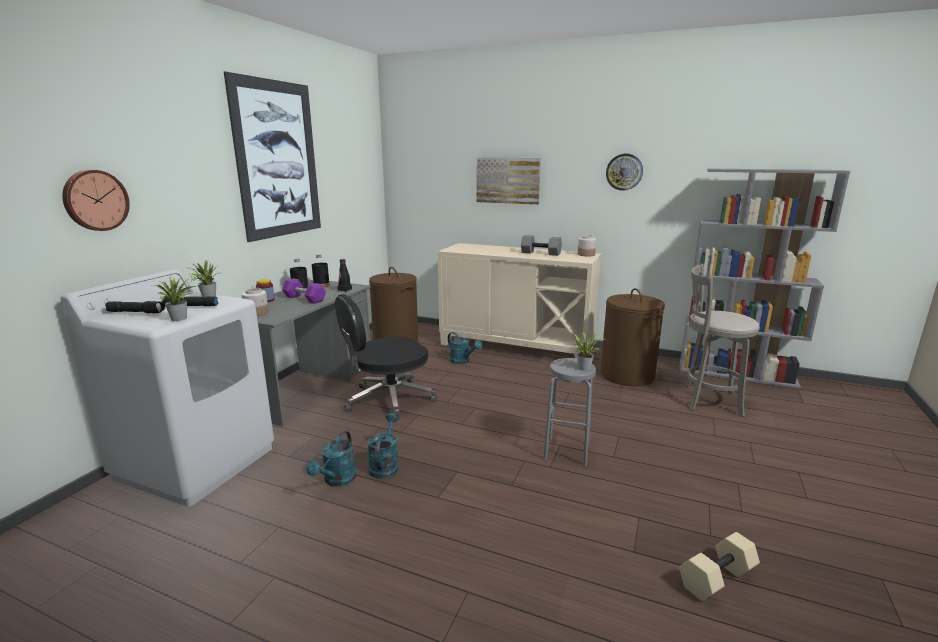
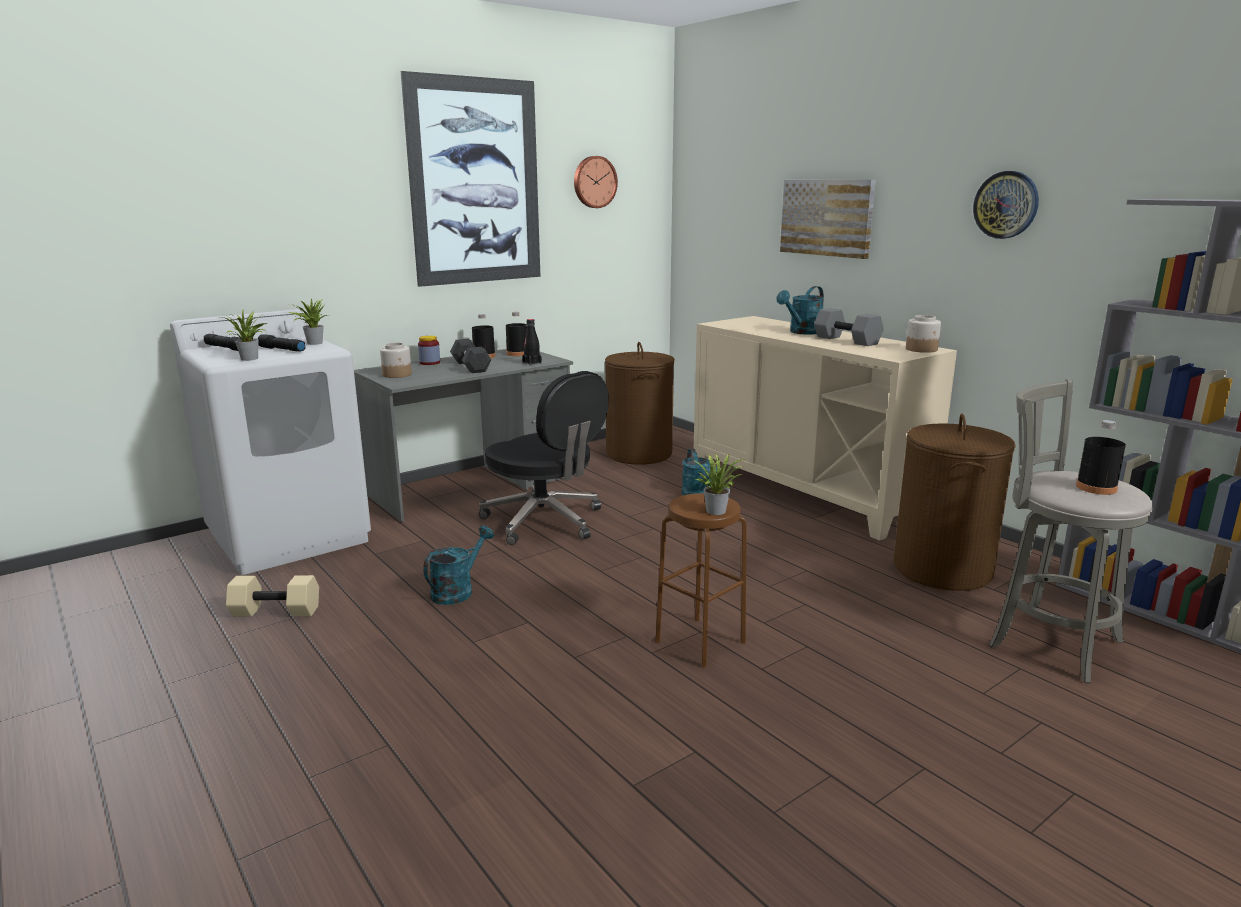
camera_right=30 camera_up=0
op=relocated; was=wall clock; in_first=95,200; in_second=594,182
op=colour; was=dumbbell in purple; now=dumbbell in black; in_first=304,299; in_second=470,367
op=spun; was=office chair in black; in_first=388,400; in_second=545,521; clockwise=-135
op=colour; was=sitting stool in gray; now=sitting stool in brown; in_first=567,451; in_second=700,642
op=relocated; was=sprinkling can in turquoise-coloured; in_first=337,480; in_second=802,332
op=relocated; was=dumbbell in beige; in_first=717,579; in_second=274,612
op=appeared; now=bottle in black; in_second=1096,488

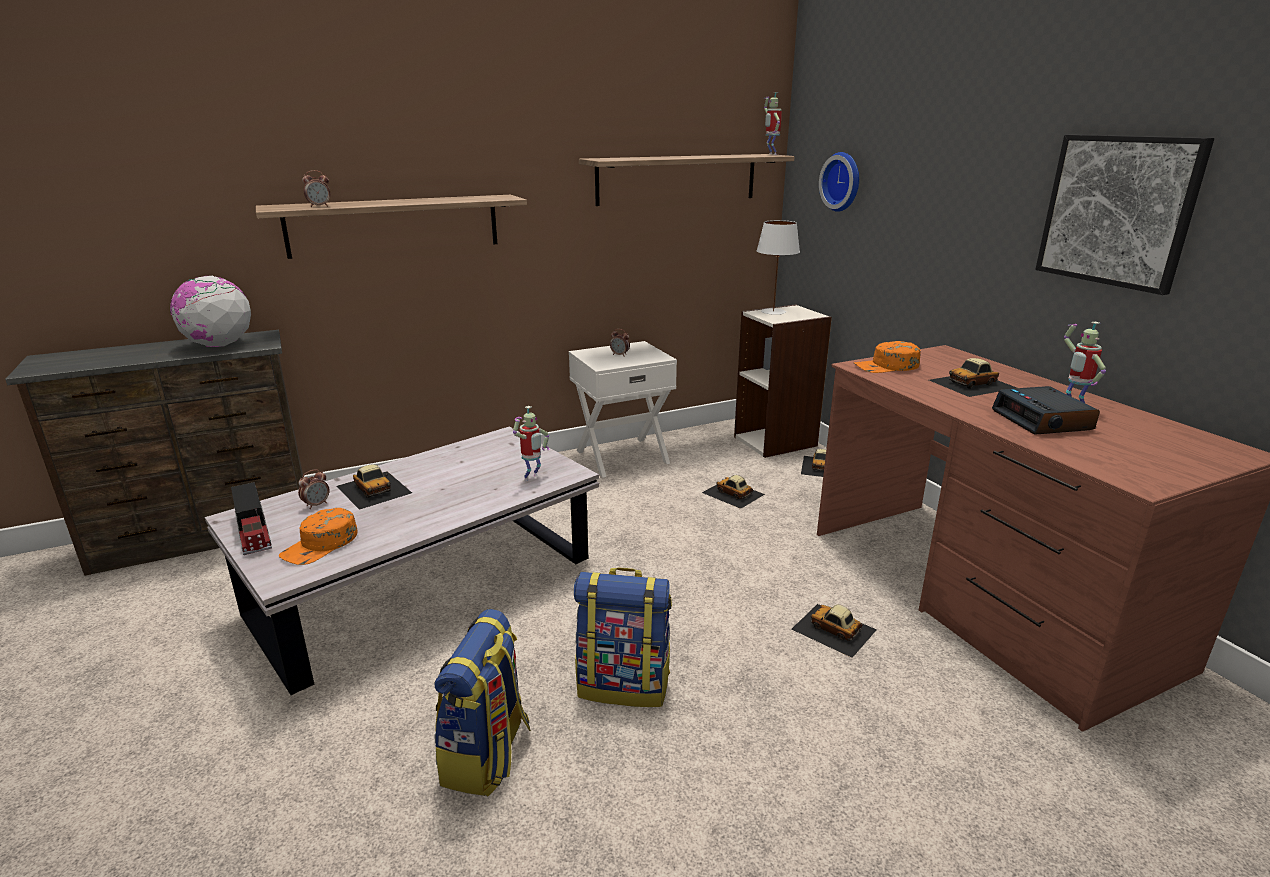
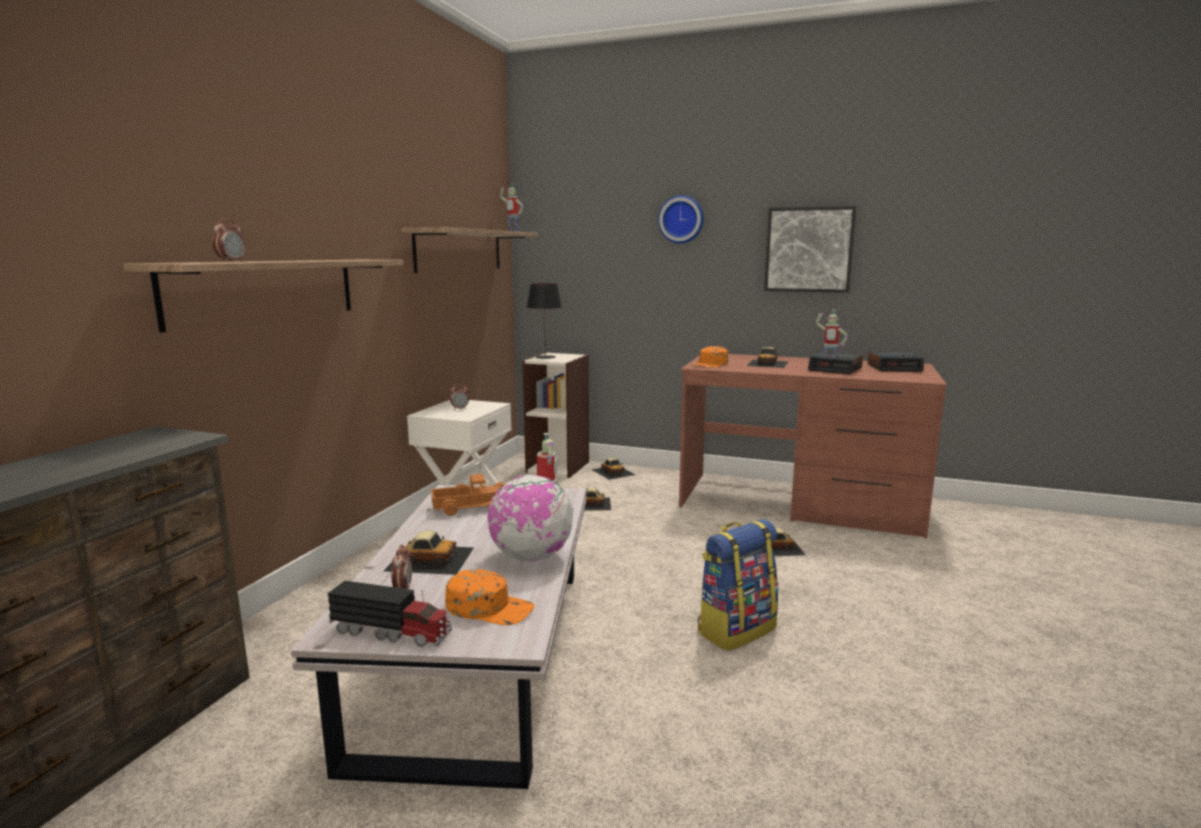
camera_right=-45 camera_up=-10
op=relocated; was=wall clock; in_first=843,181; in_second=681,219
op=colour; was=lamp for a table in white-coloured; now=lamp for a table in black; in_first=773,311; in_second=544,357
op=relocated; was=globe; in_first=219,345; in_second=531,557
op=spun; was=cap in orange; in_first=320,545; in_second=490,607; clockwise=-60
op=missing; was=knapsack; in_first=487,755
op=appeared; now=alarm clock; in_second=894,368
op=appeared; now=toy lorry; in_second=473,506

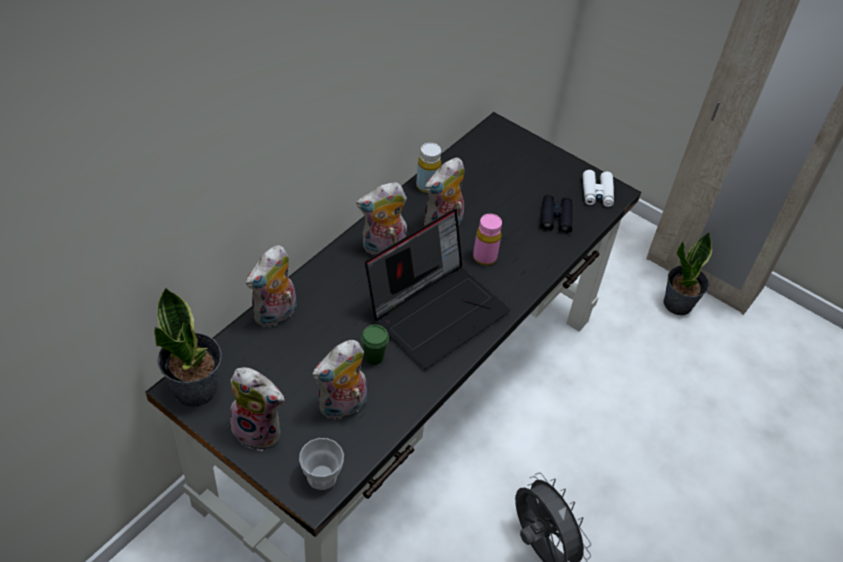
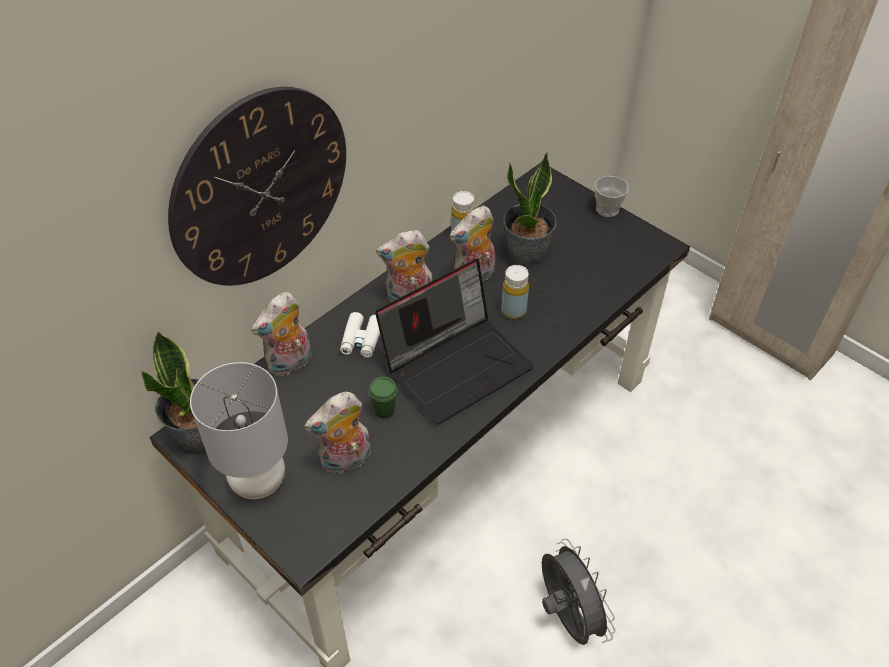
camera_right=10 camera_up=0
op=relocated; was=pair of binoculars in white-coloured; in_first=597,193; in_second=361,339
op=missing; was=pair of binoculars in black; in_first=555,218
op=colour; was=bottle in pink; now=bottle in yellow-coloured; in_first=484,257; in_second=513,311
op=relocated; was=houseplant; in_first=678,304; in_second=526,255
op=exchanged; was=plush toy; now=lamp for a table in gray; in_first=260,430; in_second=257,481
op=relocated; was=cup; in_first=322,476; in_second=607,209
op=appeared; now=wall clock; in_second=261,189

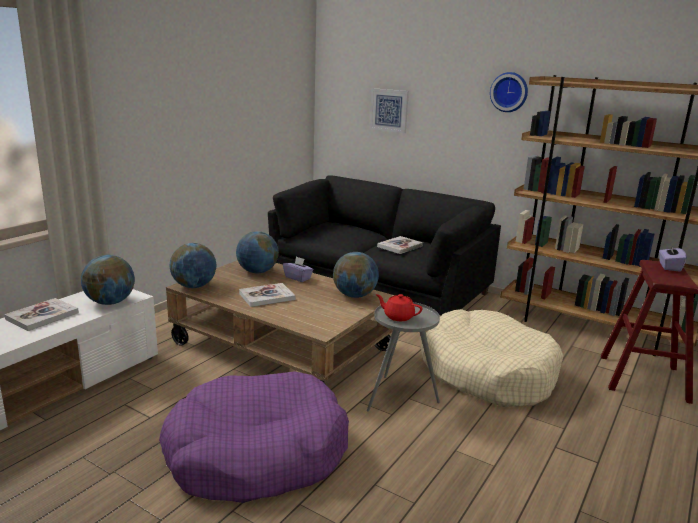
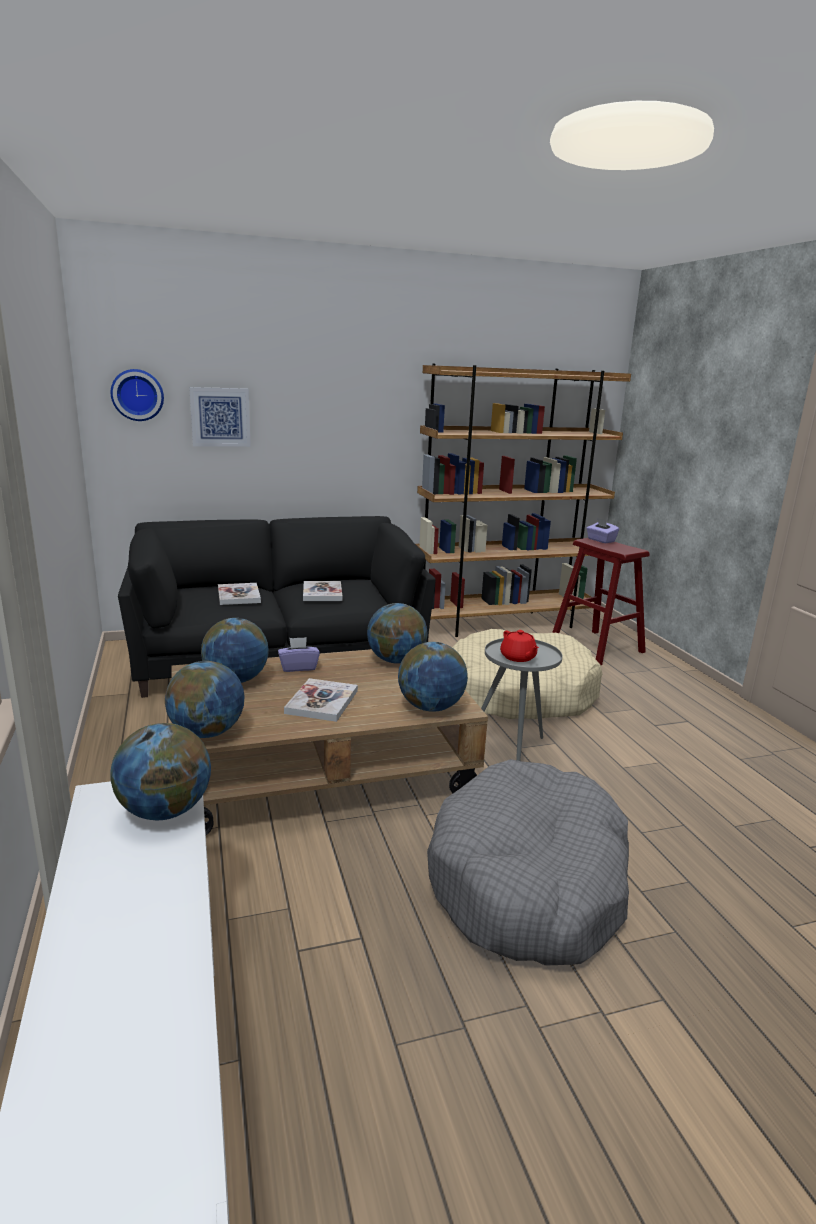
camera_right=-50 camera_up=0
op=relocated; was=wall clock; in_first=509,92; in_second=137,395
op=spun; was=tea pot in reddish; in_first=398,316; in_second=518,657; clockwise=-90
op=relocated; was=volume; in_first=42,316; in_second=239,595
op=colour; was=pet bed in purple; now=pet bed in gray; in_first=256,453; in_second=529,882
op=appeared; now=globe; in_second=431,707

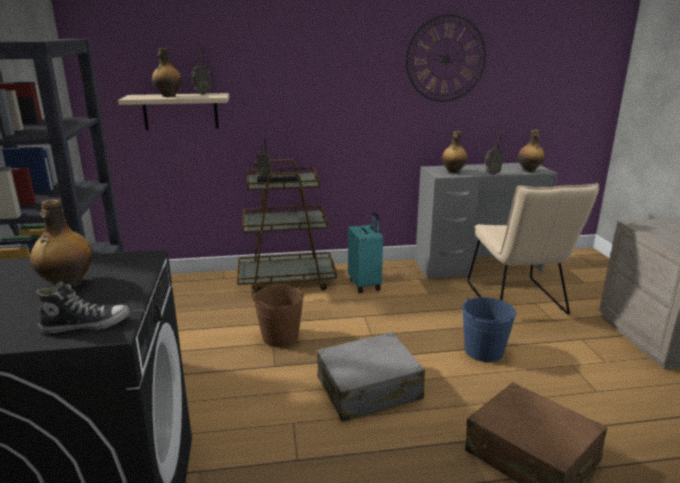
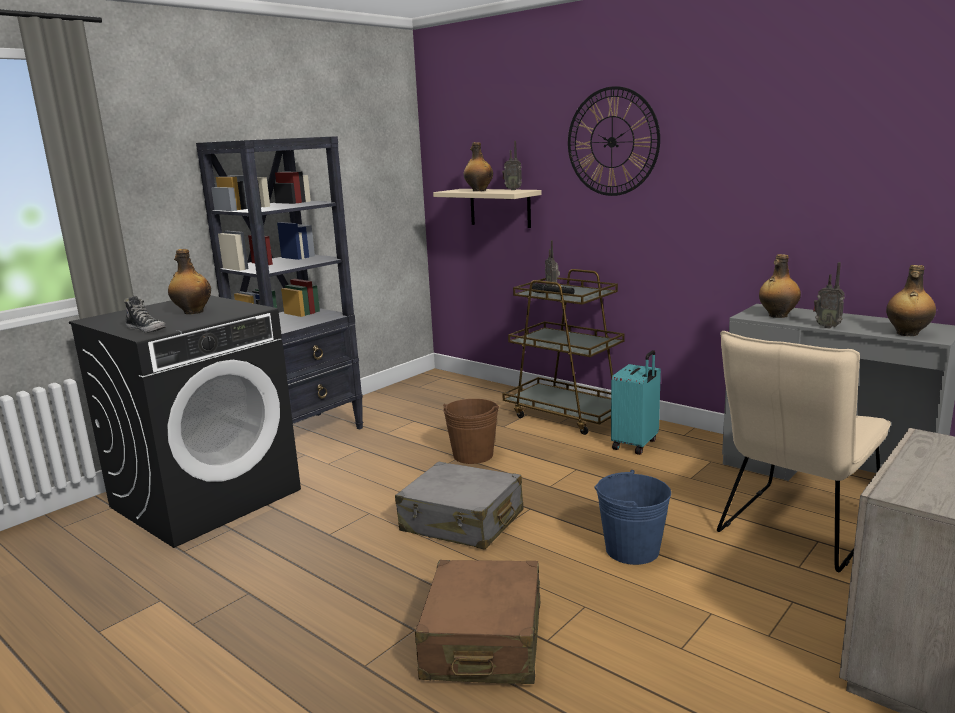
camera_right=50 camera_up=-5
op=relocated; was=wall clock; in_first=446,59; in_second=612,142

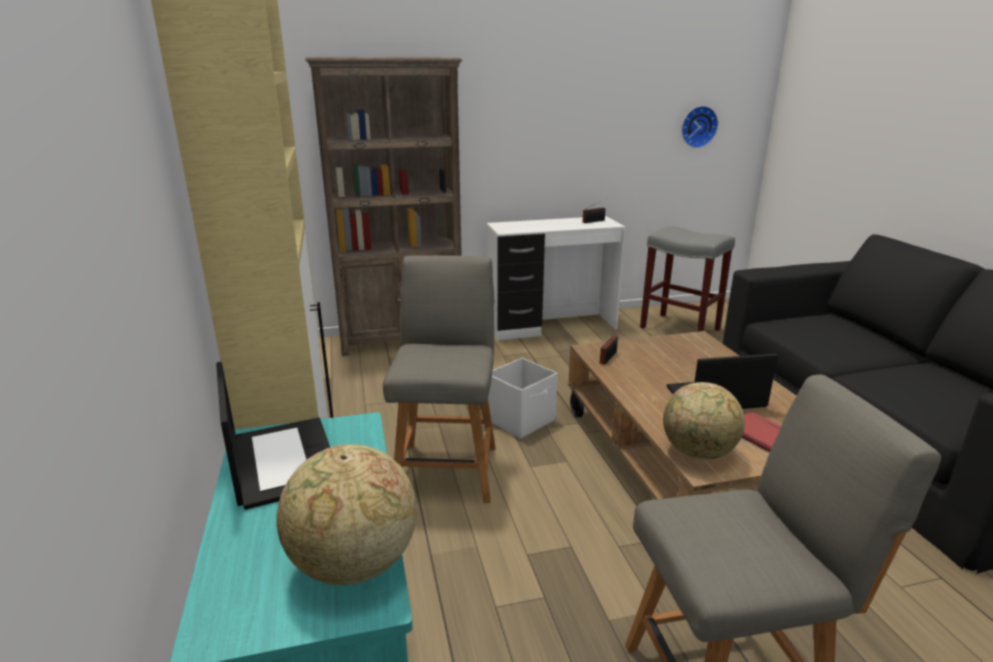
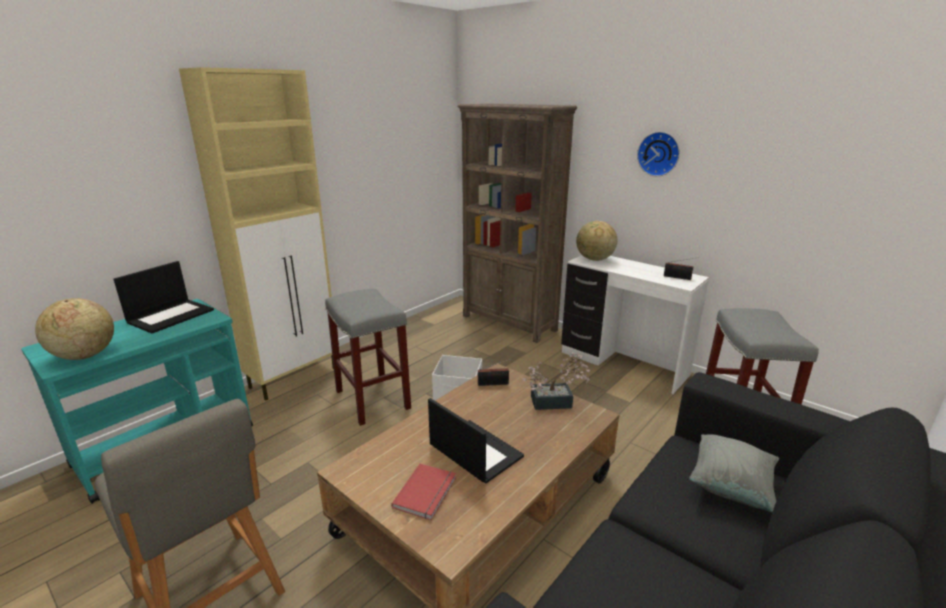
camera_right=55 camera_up=0
op=relocated; was=wall clock; in_first=698,126; in_second=659,154
op=exchanged; was=upright chair in gray; now=sitting stool in gray; in_first=447,468; in_second=373,400
op=relocated; was=globe; in_first=698,453; in_second=594,259
op=appeared; now=houseplant; in_second=556,402
op=appeared; now=cushion in gray; in_second=730,487

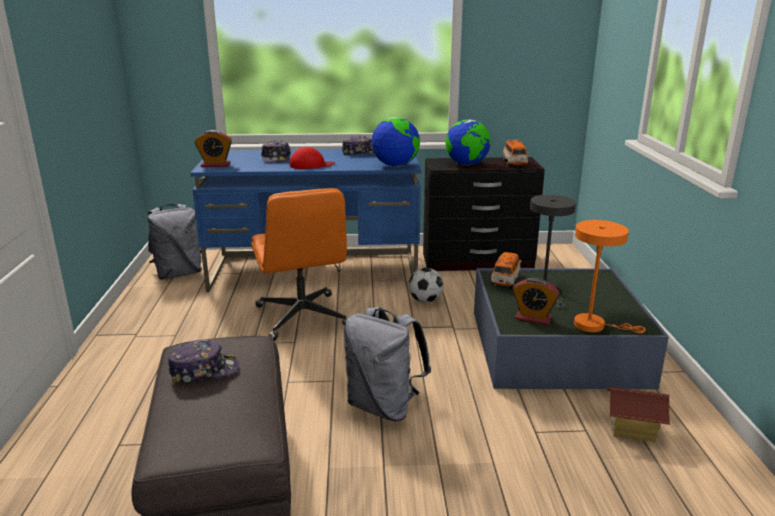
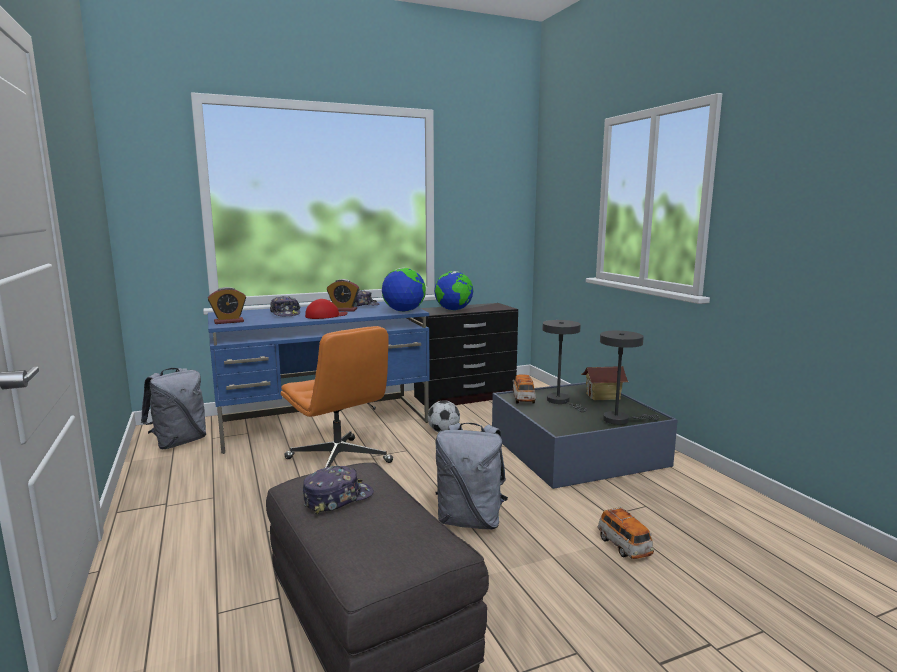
camera_right=-20 camera_up=-10
op=relocated; was=model car; in_first=514,164; in_second=624,546
op=colour; was=lamp for a table in orange; now=lamp for a table in gray; in_first=594,325; in_second=620,419
op=relocated; was=alarm clock; in_first=533,318; in_second=343,310
op=relocated; was=miniature house; in_first=632,429; in_second=603,396

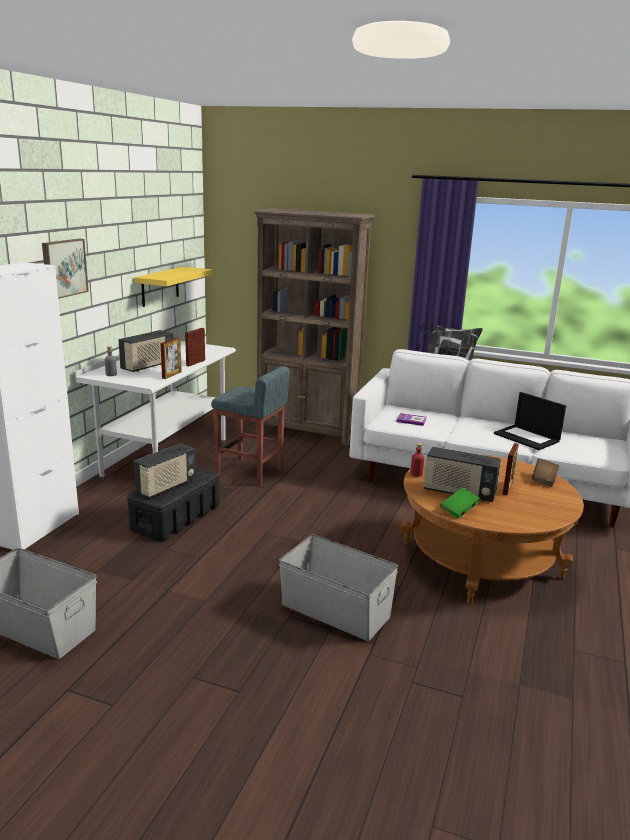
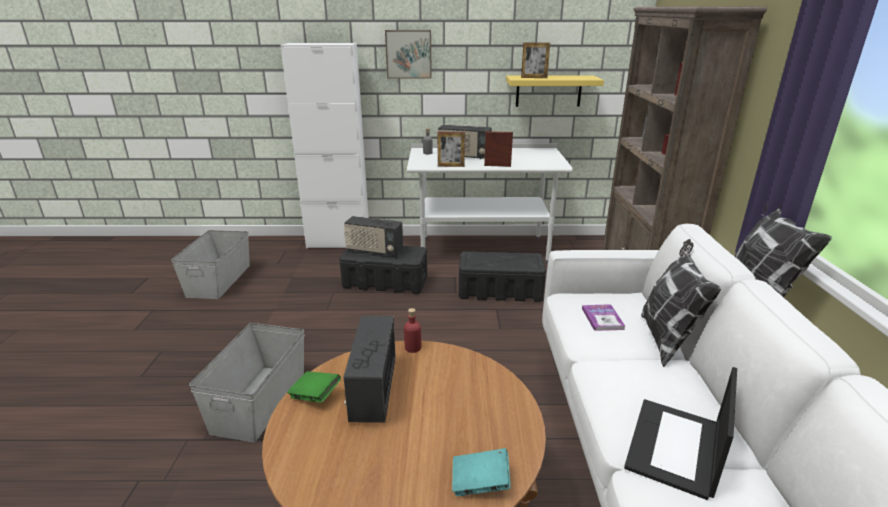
camera_right=70 camera_up=5
op=exchanged; was=sitting stool in gray; now=storage container in black; in_first=250,472; in_second=499,291
op=relocated; was=standing frame; in_first=507,488; in_second=534,77
op=colour; was=volume in brown; now=volume in turquoise-coloured; in_first=544,479; in_second=480,483
op=appeared; now=cushion; in_second=666,339

